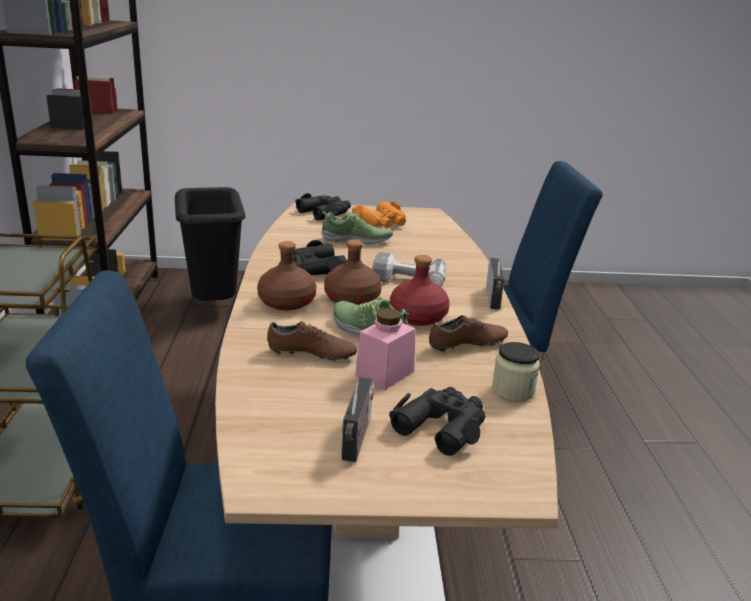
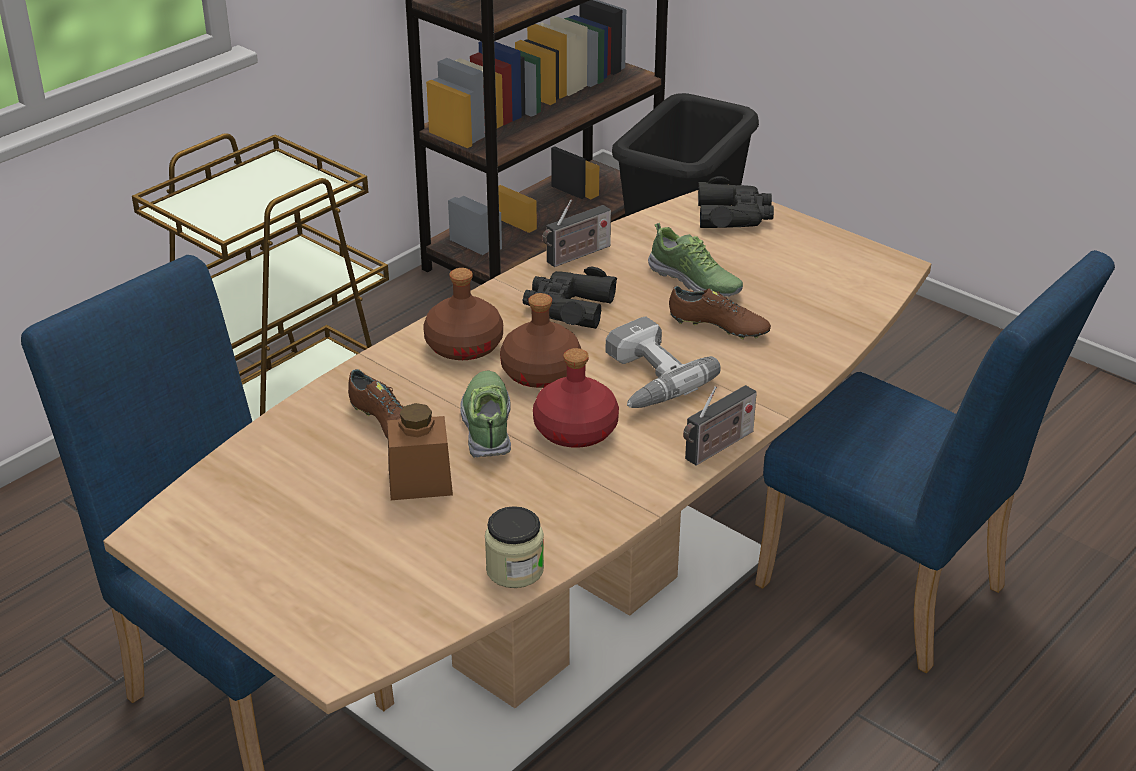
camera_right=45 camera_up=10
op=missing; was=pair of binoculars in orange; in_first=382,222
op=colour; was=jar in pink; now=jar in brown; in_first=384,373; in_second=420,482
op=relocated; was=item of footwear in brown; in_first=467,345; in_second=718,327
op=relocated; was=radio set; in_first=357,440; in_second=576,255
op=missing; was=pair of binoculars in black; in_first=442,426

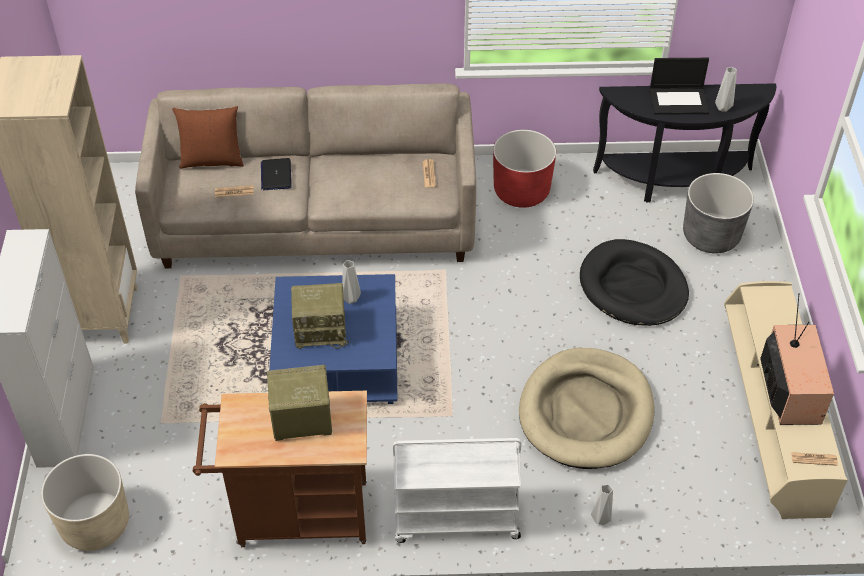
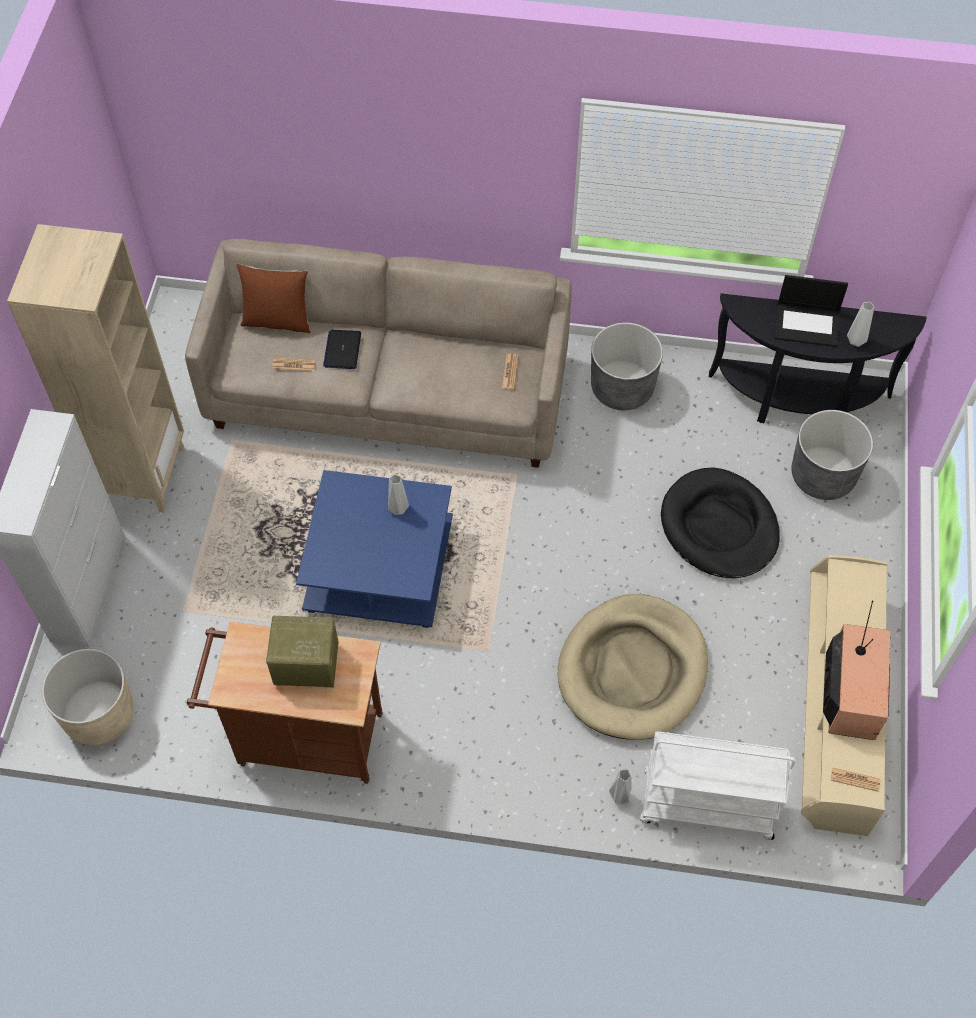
camera_right=10 camera_up=10
op=colour; was=planter in reddish; now=planter in gray; in_first=521,191; in_second=622,388
op=missing; was=radio set; in_first=321,330
op=relocated; was=cart in white-coloured; in_first=455,519; in_second=706,806

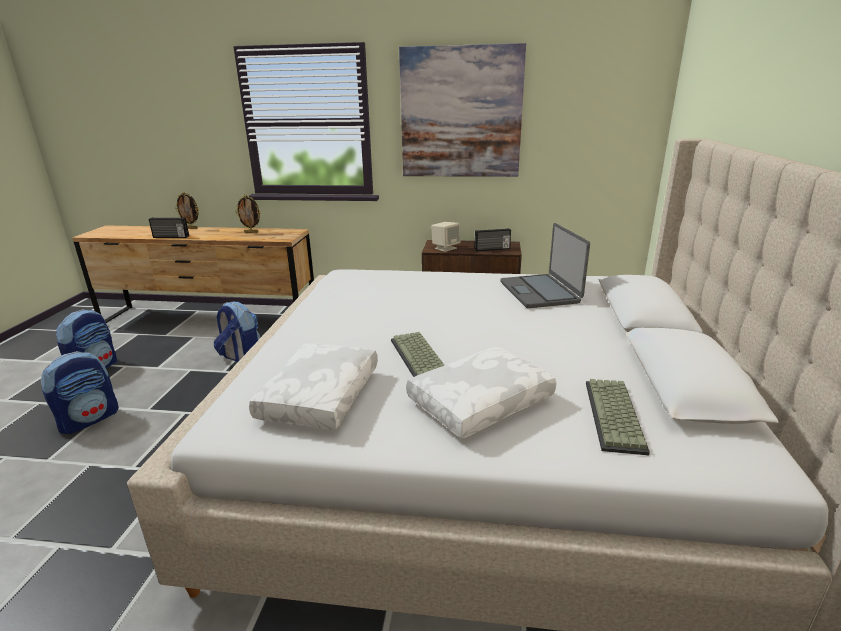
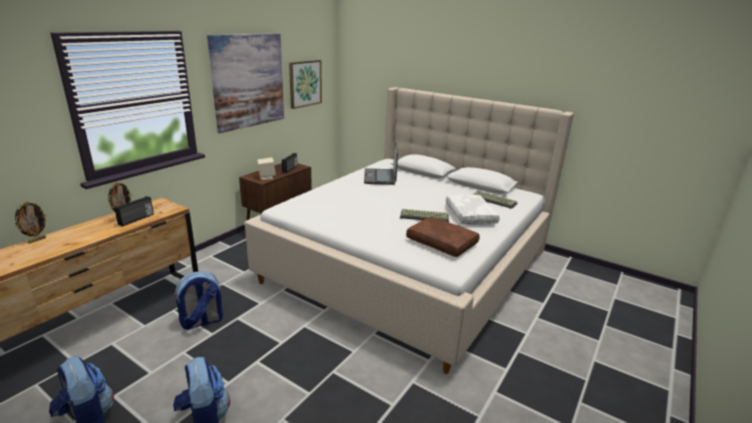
camera_right=-65 camera_up=0
op=relocated; was=radio set; in_first=170,237; in_second=136,219
op=spun; was=laptop; in_first=540,292; in_second=380,177; clockwise=75
op=colour; was=cushion in white-coloured; now=cushion in brown; in_first=322,397; in_second=442,243
op=appeared; now=wall art; in_second=305,83

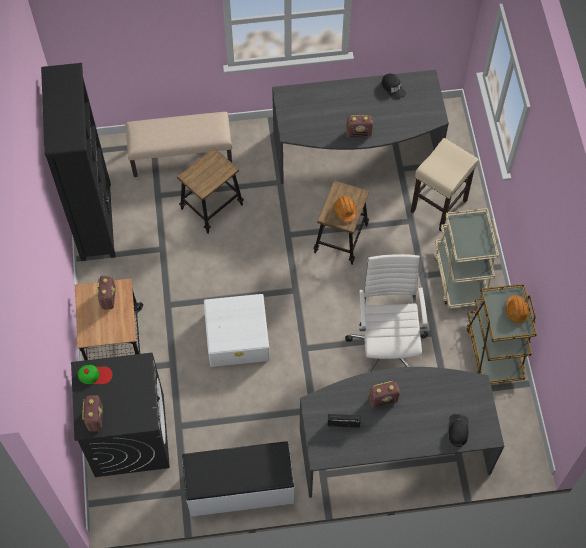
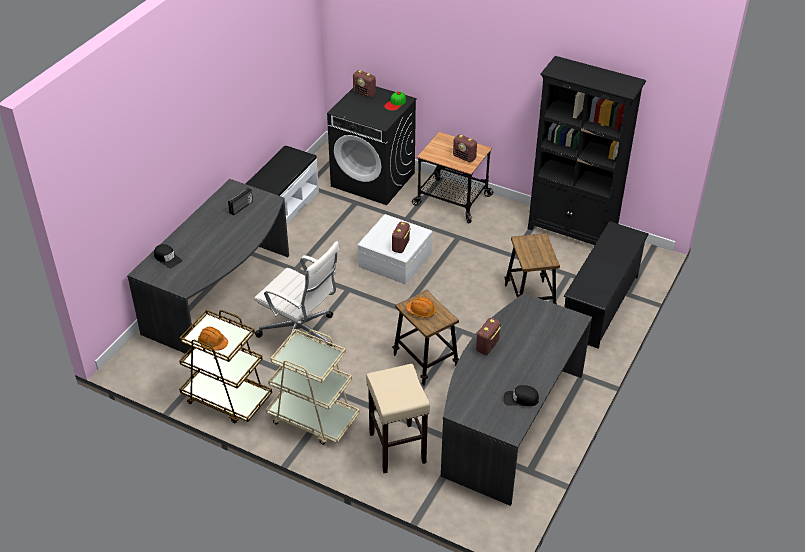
camera_right=125 camera_up=-20
op=exchanged; was=long seat in beige; now=shoe rack in black; in_first=182,156; in_second=600,305
op=relocated; was=radio set; in_first=383,399; in_second=400,246

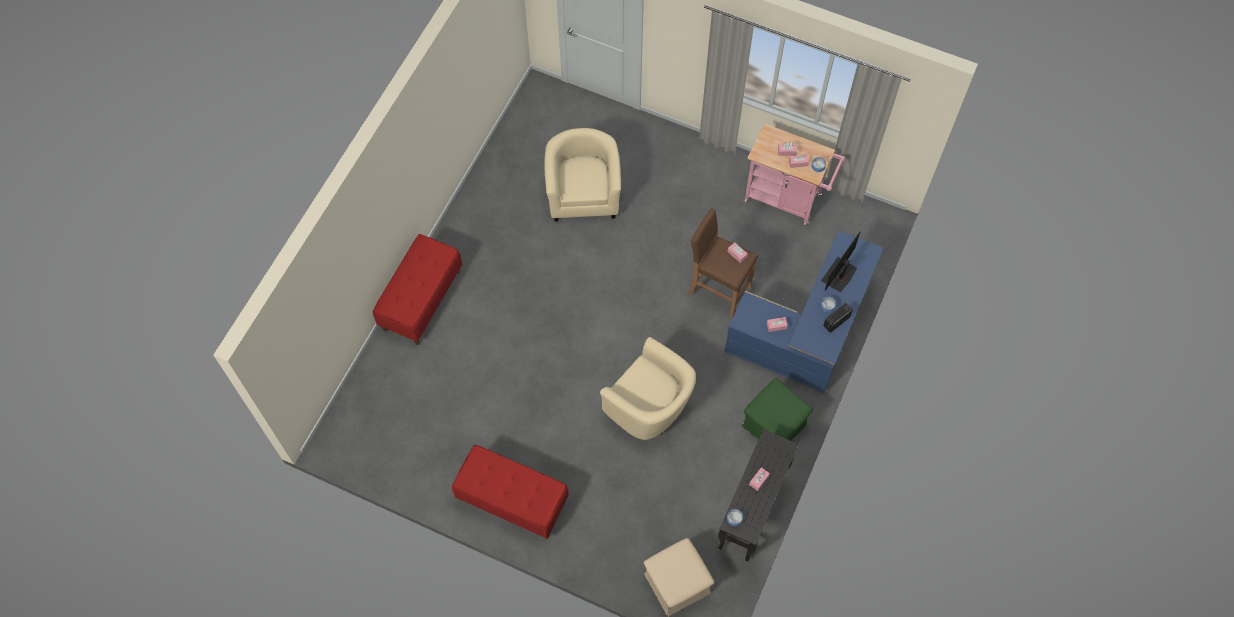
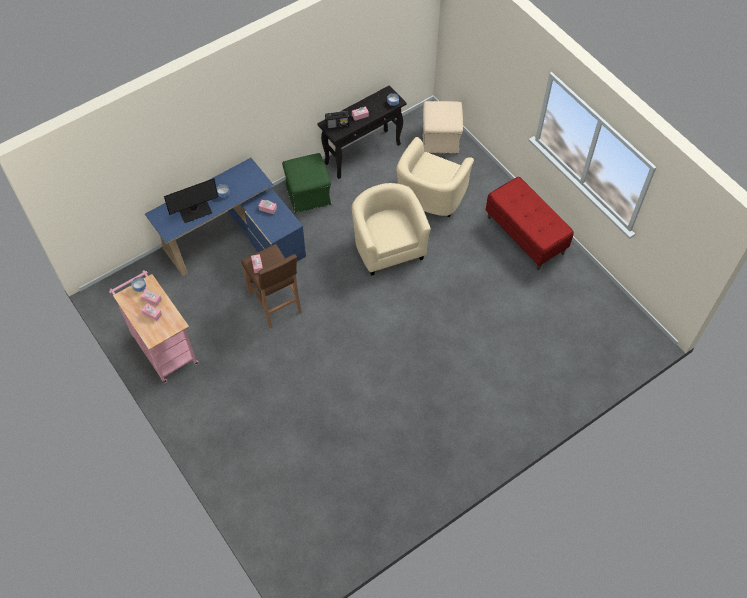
camera_right=-150 camera_up=-5
op=relocated; was=lounge chair in beige; in_first=583,194; in_second=429,199
op=missing; was=long seat in reddish; in_first=421,300
op=relocated; was=radio set; in_first=836,322; in_second=337,125

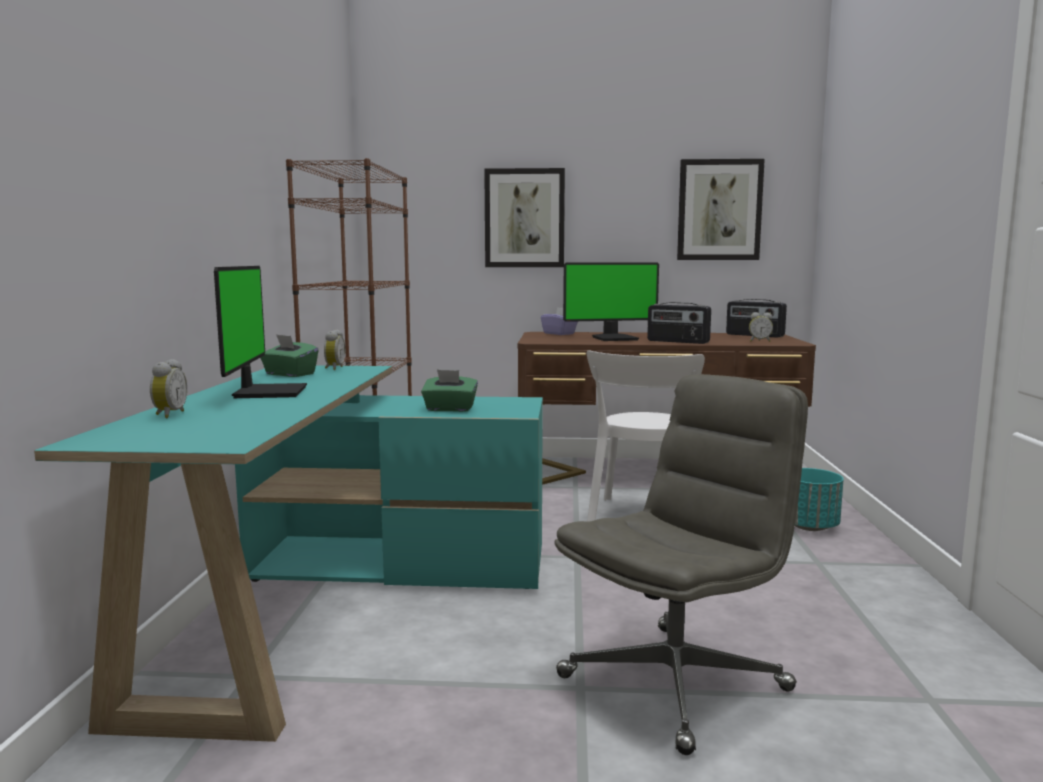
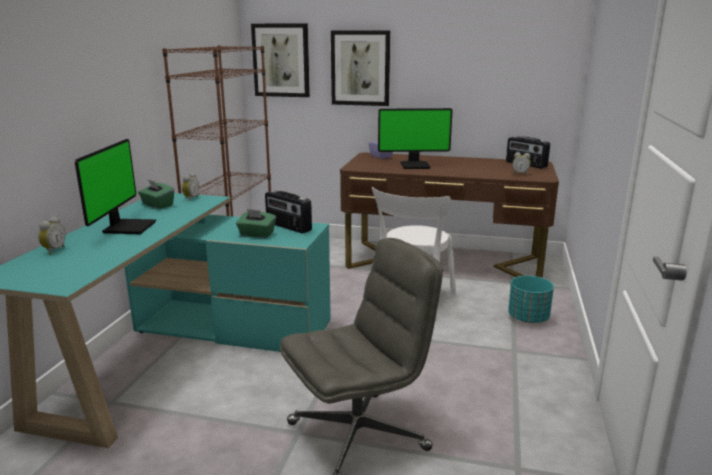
camera_right=10 camera_up=10
op=relocated; was=wall art; in_first=719,210; in_second=281,60
op=relocated; was=radio set; in_first=677,341; in_second=288,227

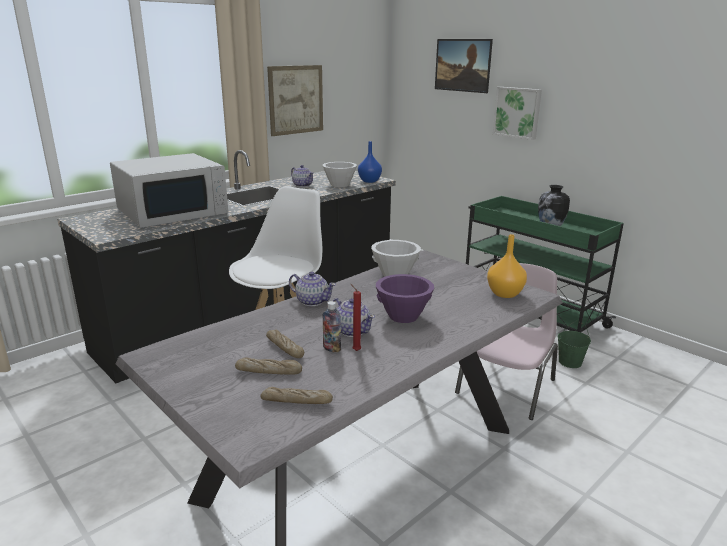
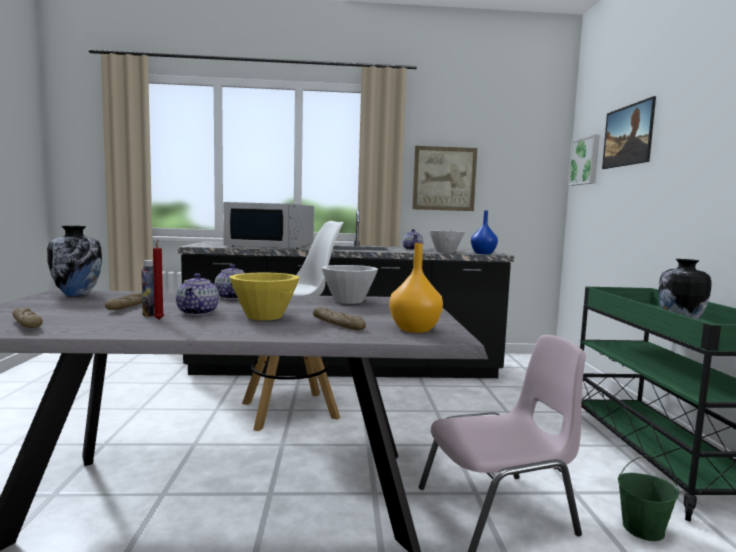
camera_right=40 camera_up=-15
op=relocated; was=wall art; in_first=517,112; in_second=585,161
op=colour; was=deep dish in purple; now=deep dish in yellow-coloured; in_first=403,316; in_second=264,316
op=relocated; was=bread; in_first=269,371; in_second=338,325
op=appeared; now=decorative vase; in_second=77,294

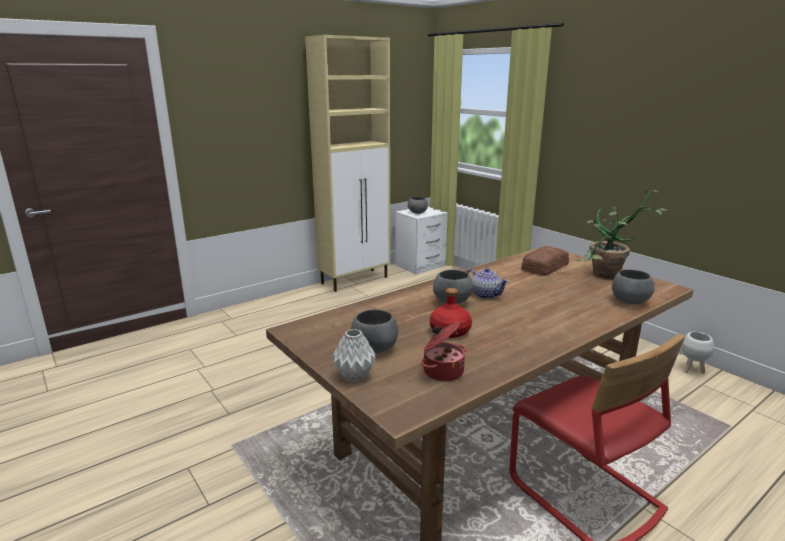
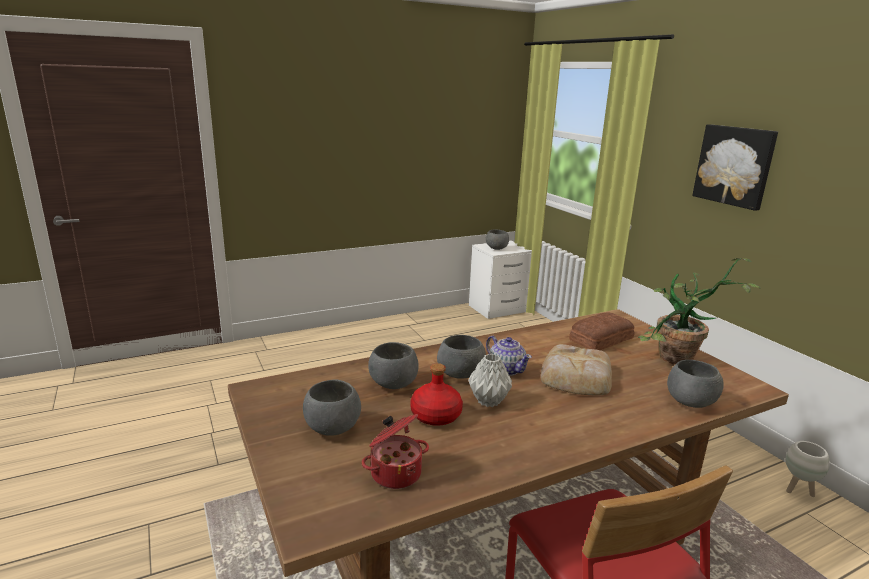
camera_right=10 camera_up=0
op=missing; was=cupboard in beige; in_first=355,280
op=relocated; was=decorative vase in gray; in_first=355,376; in_second=489,401
op=appeared; now=wall art; in_second=734,165
op=appeared; now=deep dish in gray; in_second=393,384
op=appeared; now=bread; in_second=575,377

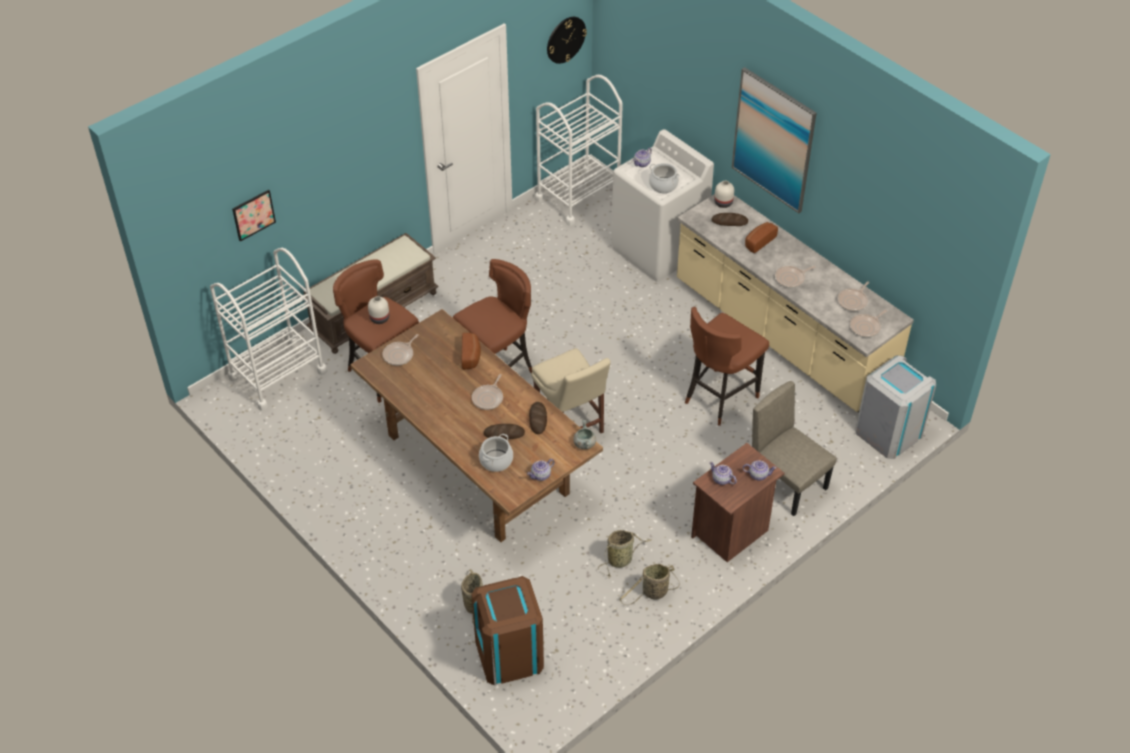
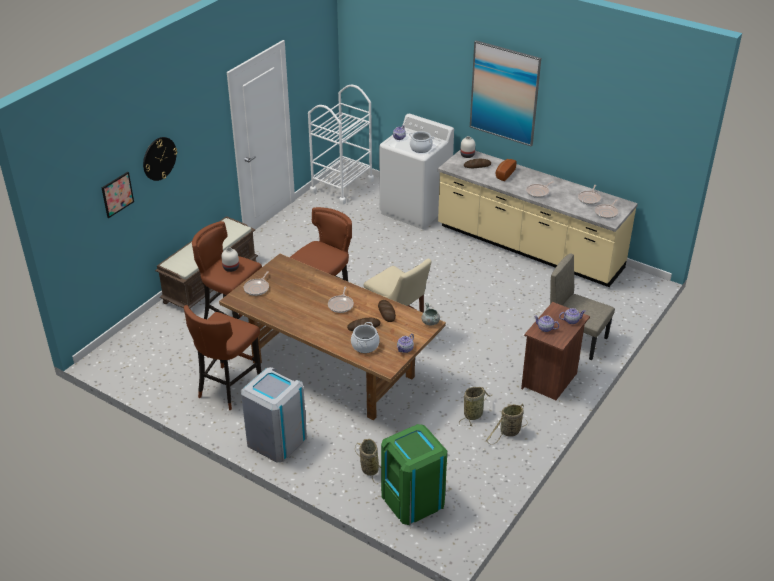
camera_right=-15 camera_up=-10
op=relocated; was=wall clock; in_first=565,39; in_second=159,158
op=missing; was=cart in white-coloured; in_first=277,374
op=relocated; was=sitting stool in brown; in_first=719,398; in_second=228,388
op=missing; was=bread; in_first=471,356
op=relocated; was=waste bin in gray; in_first=888,433; in_second=276,440
op=colour; was=waste bin in brown; now=waste bin in green-coloured; in_first=509,655; in_second=413,500

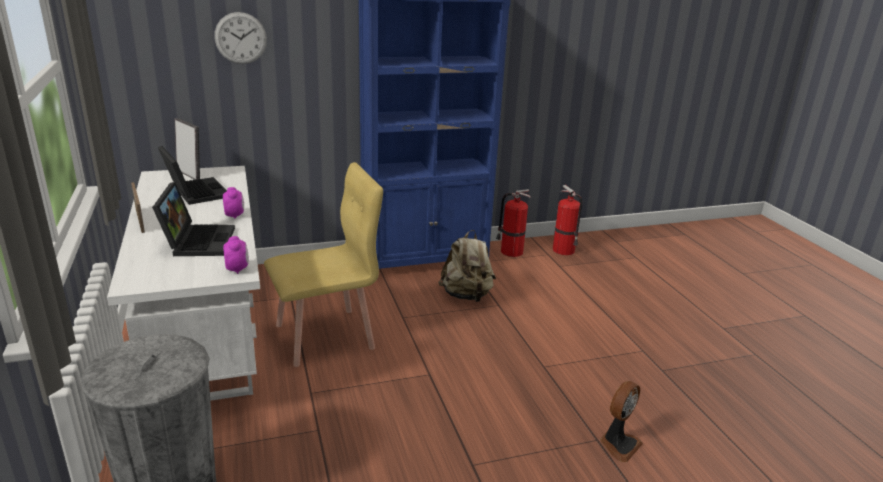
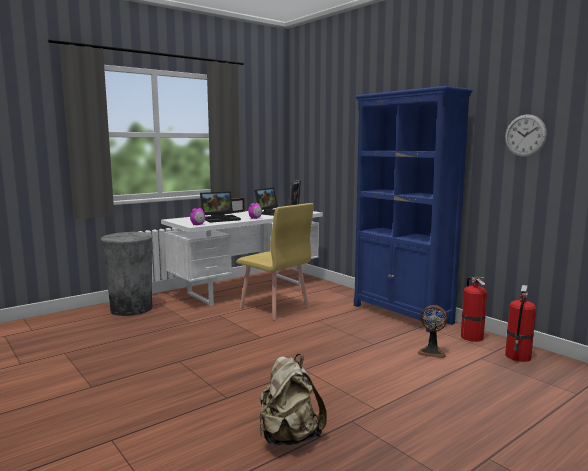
camera_right=70 camera_up=-15
op=relocated; was=wall clock; in_first=240,38; in_second=525,136
op=relocated; was=knapsack in beige; in_first=467,295; in_second=289,437
op=relocated; was=electric fan; in_first=618,444; in_second=432,352

